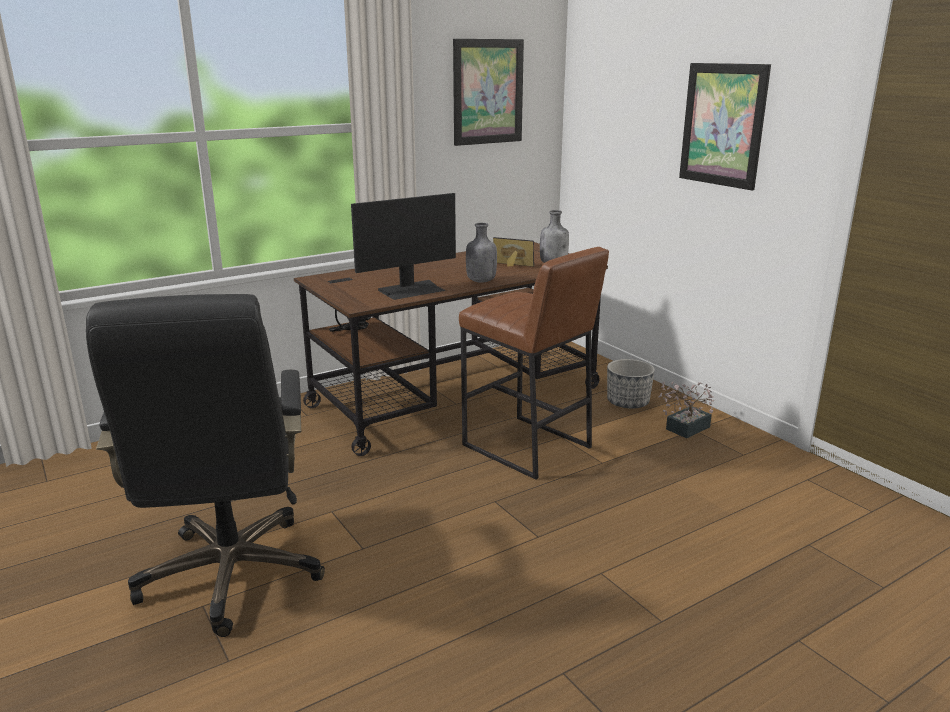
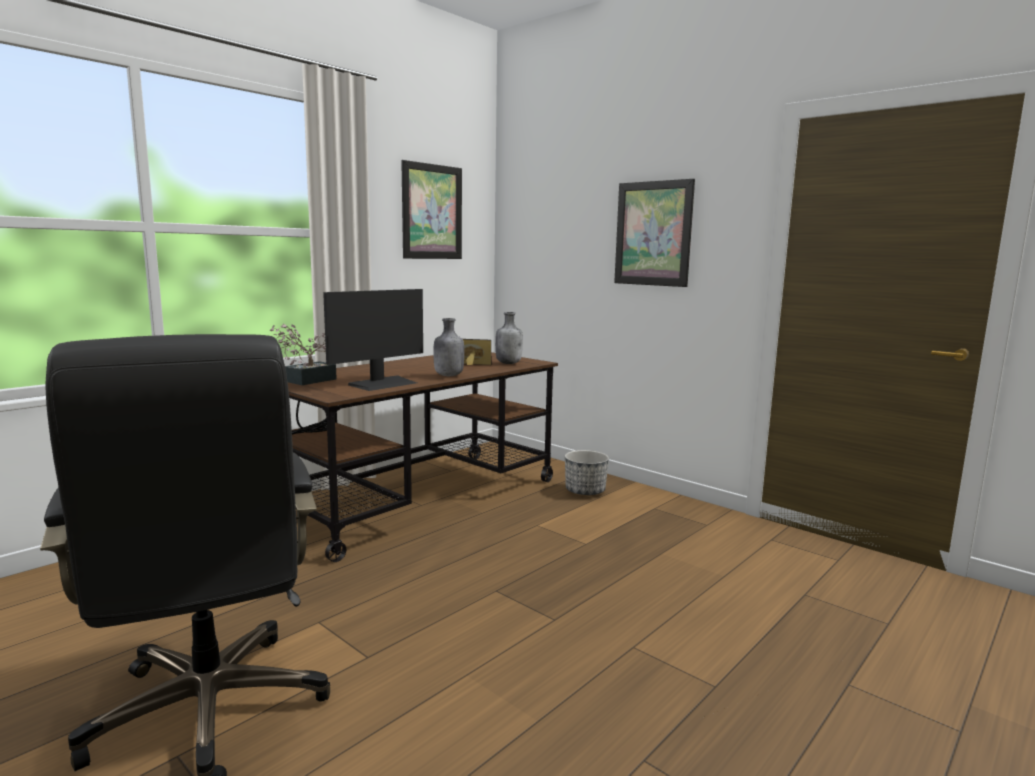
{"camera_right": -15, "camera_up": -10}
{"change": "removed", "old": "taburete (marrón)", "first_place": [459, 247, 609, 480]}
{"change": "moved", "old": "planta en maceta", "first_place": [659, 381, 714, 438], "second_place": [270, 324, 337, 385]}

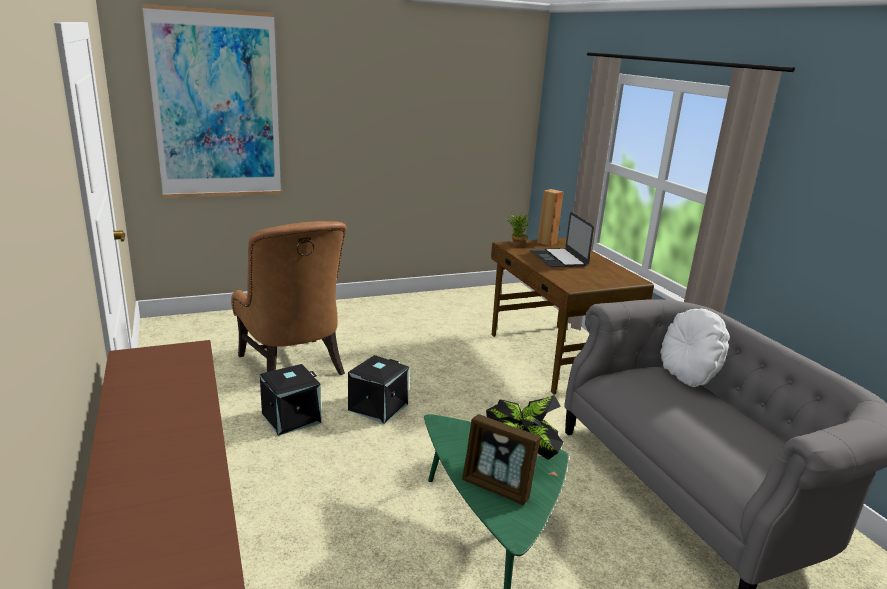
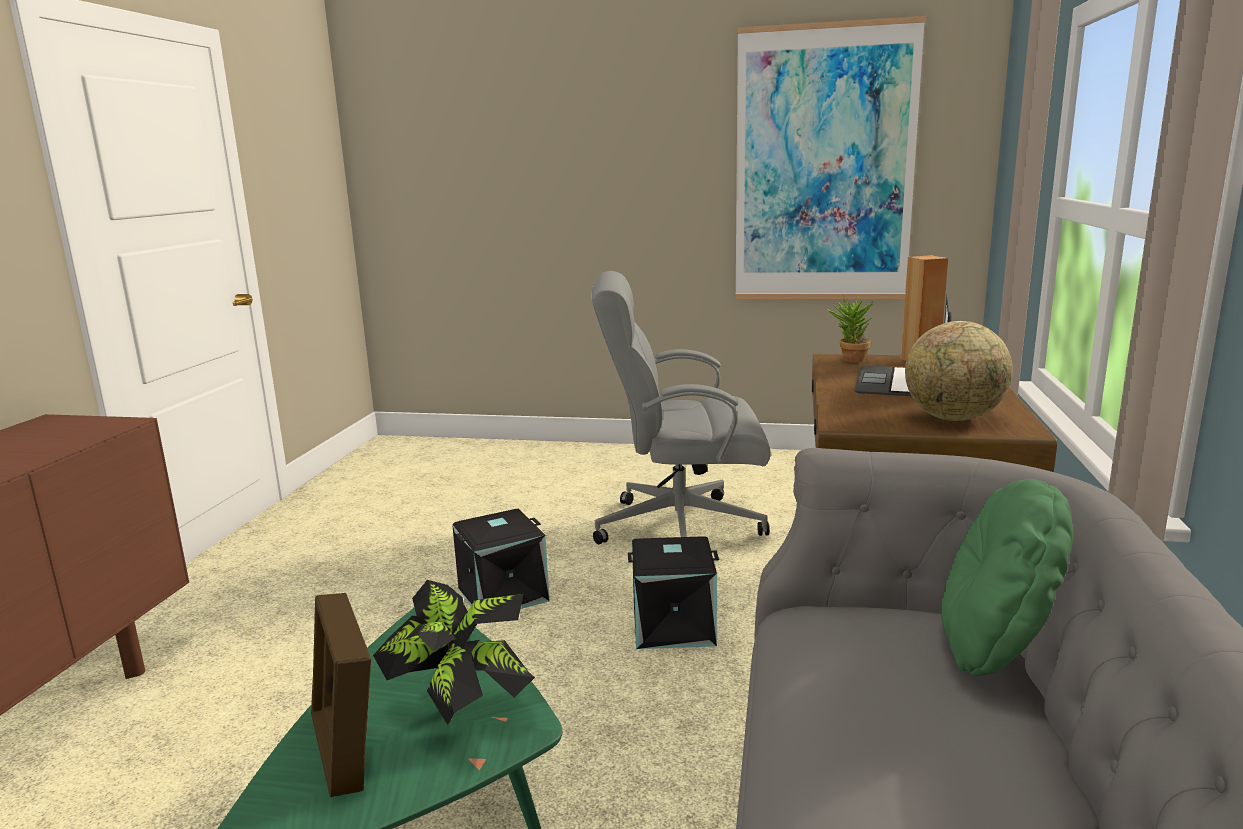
{"camera_right": 35, "camera_up": -5}
{"change": "moved", "old": "cuadro", "first_place": [142, 4, 281, 198], "second_place": [735, 16, 925, 299]}
{"change": "removed", "old": "silla (marrón)", "first_place": [231, 221, 346, 375]}
{"change": "moved", "old": "caja de almacenaje (negro)", "first_place": [260, 364, 321, 436], "second_place": [628, 536, 719, 649]}
{"change": "recoloured", "old": "cojín (blanco)", "new": "cojín (verde)", "first_place": [660, 309, 730, 387], "second_place": [941, 479, 1073, 676]}
{"change": "added", "new": "silla de oficina (gris)", "second_place": [591, 271, 771, 544]}
{"change": "added", "new": "globo terráqueo", "second_place": [905, 321, 1013, 421]}

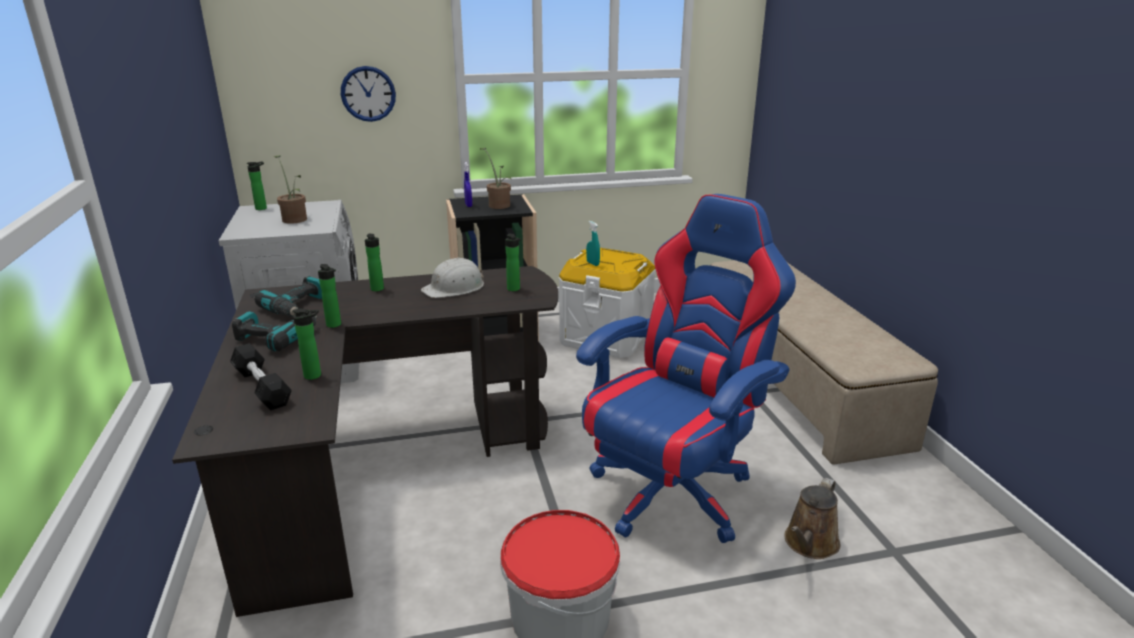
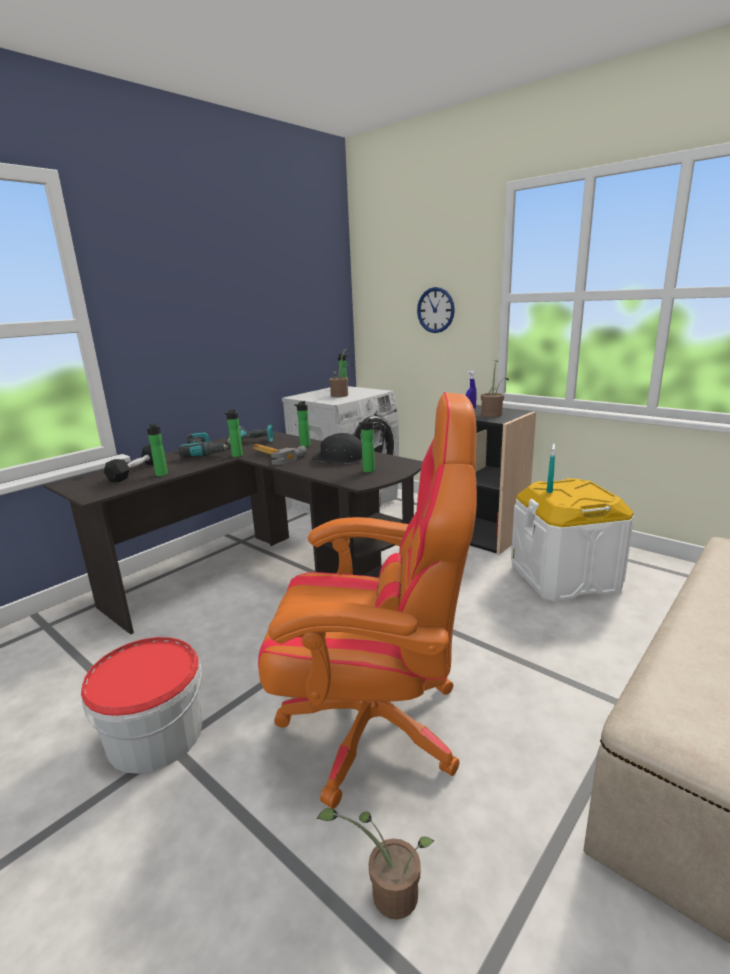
{"camera_right": 55, "camera_up": -5}
{"change": "recoloured", "old": "casco (blanco)", "new": "casco (negro)", "first_place": [421, 257, 484, 298], "second_place": [311, 433, 362, 464]}
{"change": "recoloured", "old": "silla de oficina (azul)", "new": "silla de oficina (naranja)", "first_place": [576, 194, 796, 543], "second_place": [258, 392, 477, 809]}
{"change": "replaced", "old": "regadera (marrón)", "new": "planta en maceta", "first_place": [784, 478, 840, 559], "second_place": [317, 808, 434, 920]}
{"change": "added", "new": "martillo", "second_place": [253, 444, 307, 465]}

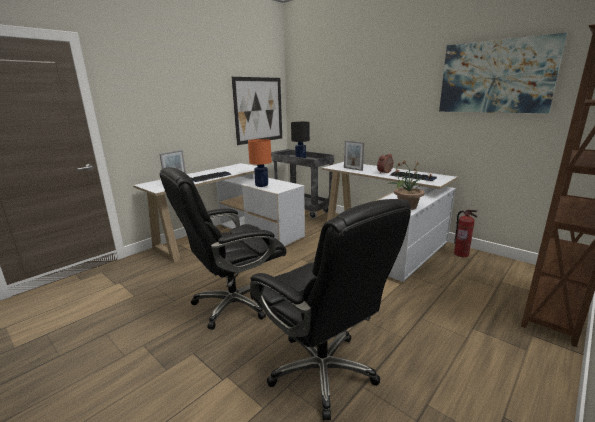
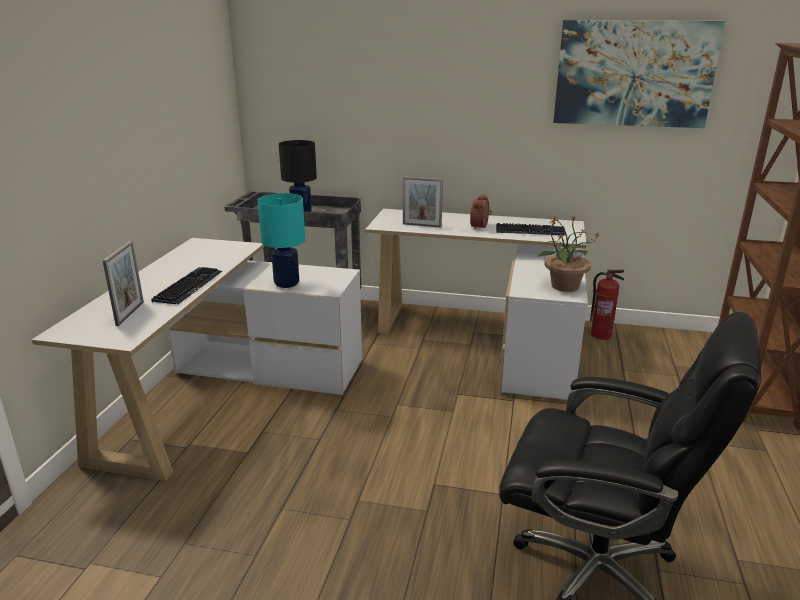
{"camera_right": -30, "camera_up": 5}
{"change": "removed", "old": "silla de oficina (negro)", "first_place": [160, 167, 286, 330]}
{"change": "removed", "old": "cuadro", "first_place": [232, 77, 282, 145]}
{"change": "recoloured", "old": "lámpara de mesa (naranja)", "new": "lámpara de mesa (turquesa)", "first_place": [248, 139, 272, 187], "second_place": [257, 193, 305, 288]}

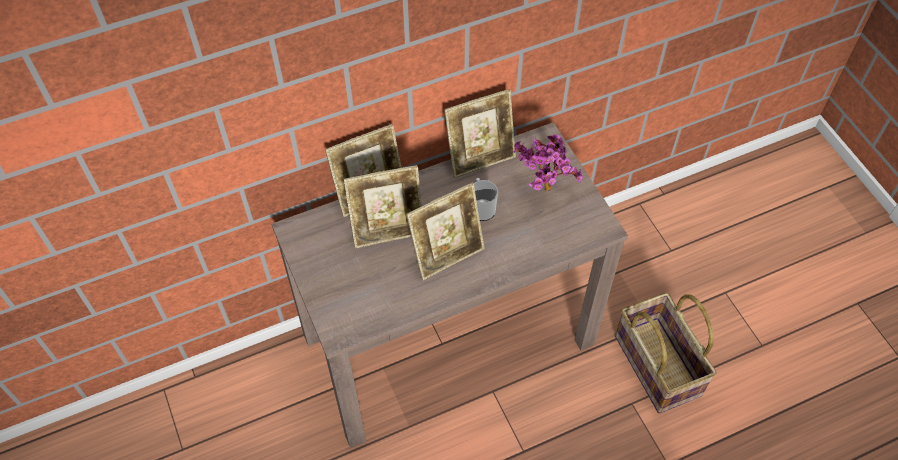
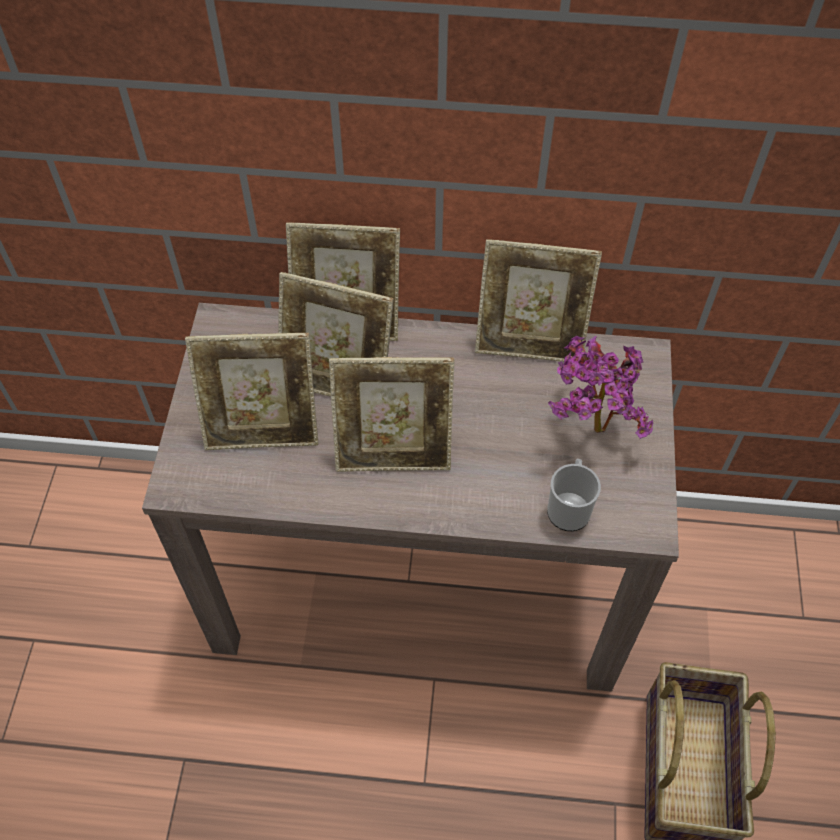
{"camera_right": 30, "camera_up": 0}
{"change": "moved", "old": "taza grande", "first_place": [474, 178, 498, 221], "second_place": [547, 459, 601, 531]}
{"change": "added", "new": "portarretratos", "second_place": [185, 333, 319, 450]}

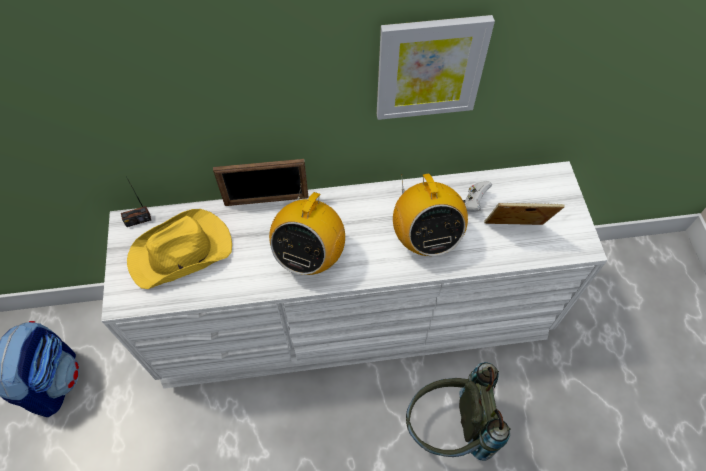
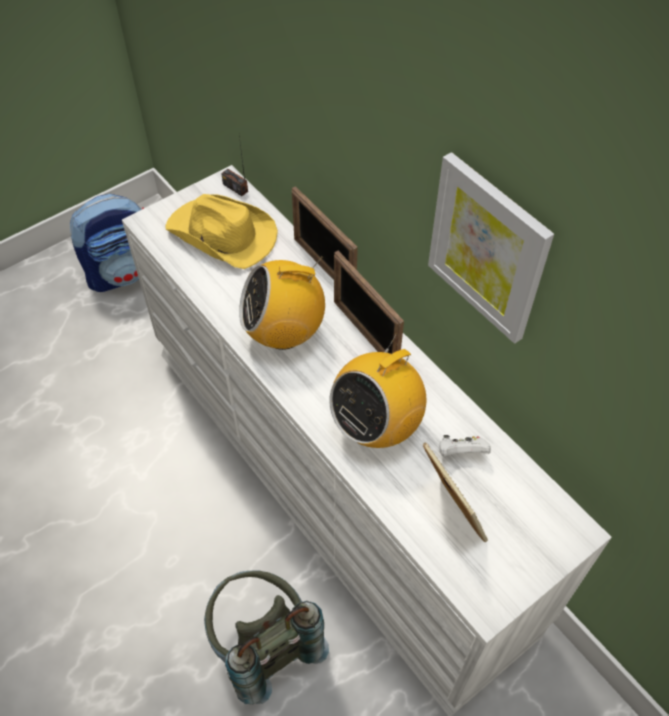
{"camera_right": 60, "camera_up": -5}
{"change": "added", "new": "portarretratos", "second_place": [334, 250, 404, 354]}

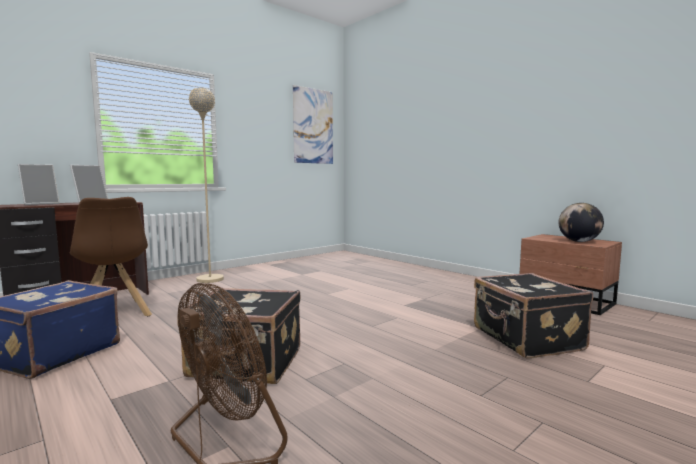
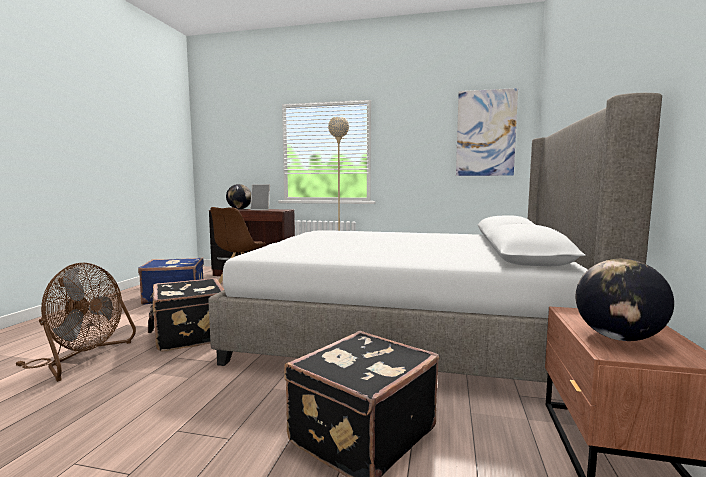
{"camera_right": 55, "camera_up": 0}
{"change": "replaced", "old": "portarretratos", "new": "globo terráqueo", "first_place": [18, 164, 60, 205], "second_place": [226, 184, 251, 209]}
{"change": "added", "new": "cama", "second_place": [208, 93, 662, 383]}

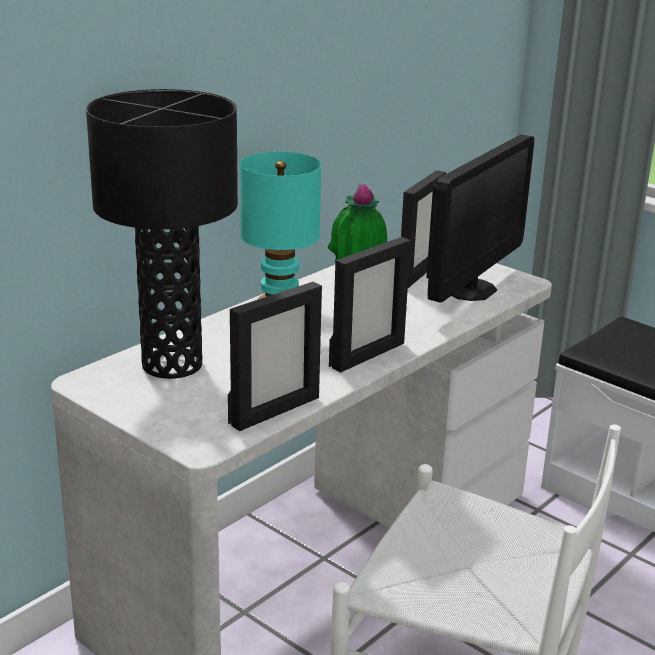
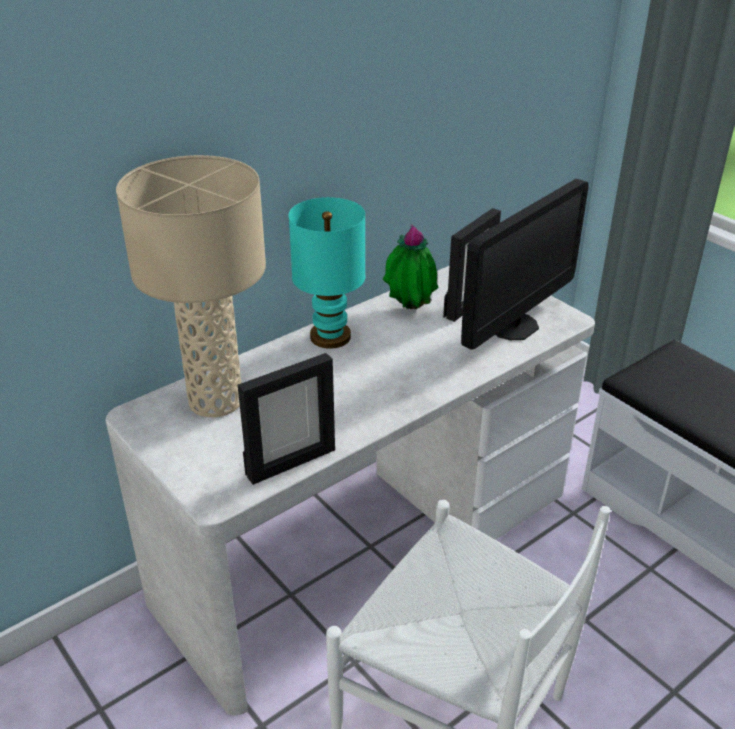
{"camera_right": 10, "camera_up": 10}
{"change": "recoloured", "old": "lámpara de mesa (negro)", "new": "lámpara de mesa (beis)", "first_place": [86, 89, 238, 379], "second_place": [116, 155, 266, 417]}
{"change": "removed", "old": "portarretratos", "first_place": [329, 237, 411, 372]}

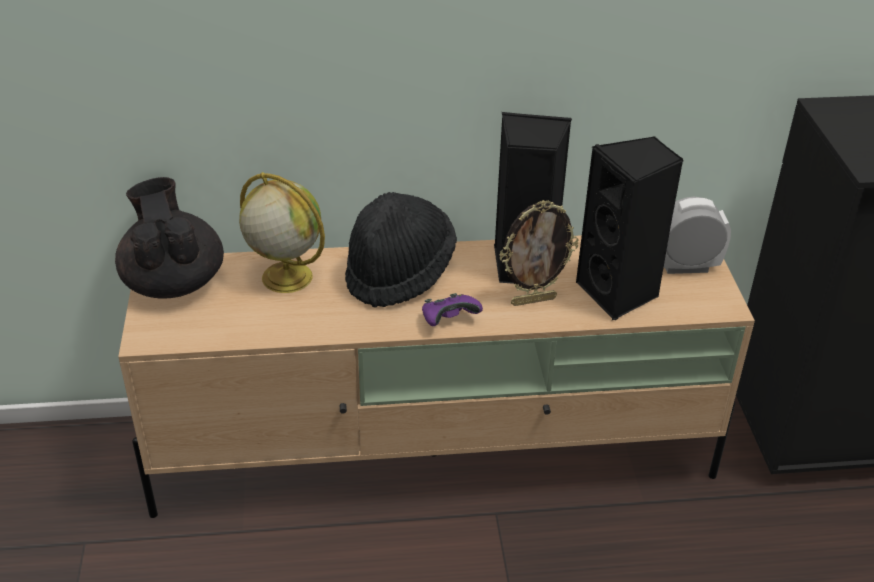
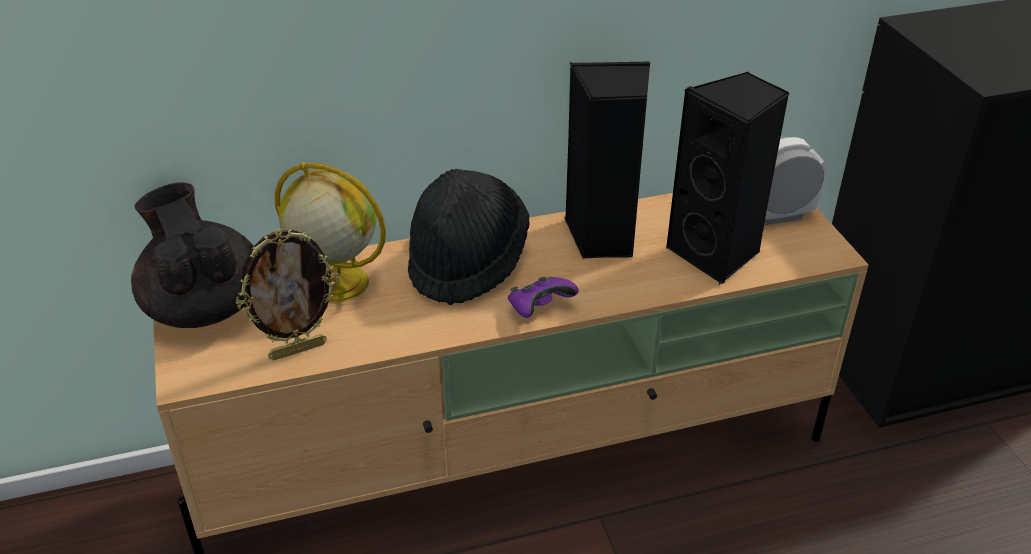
{"camera_right": -10, "camera_up": 0}
{"change": "moved", "old": "portarretratos", "first_place": [499, 200, 579, 306], "second_place": [236, 229, 339, 360]}

